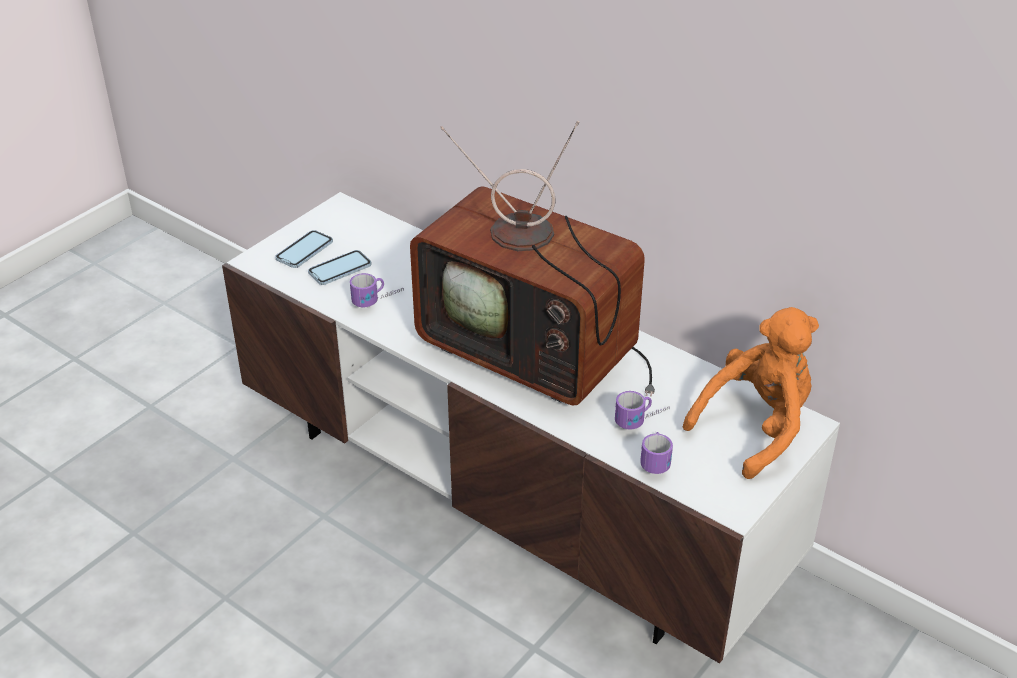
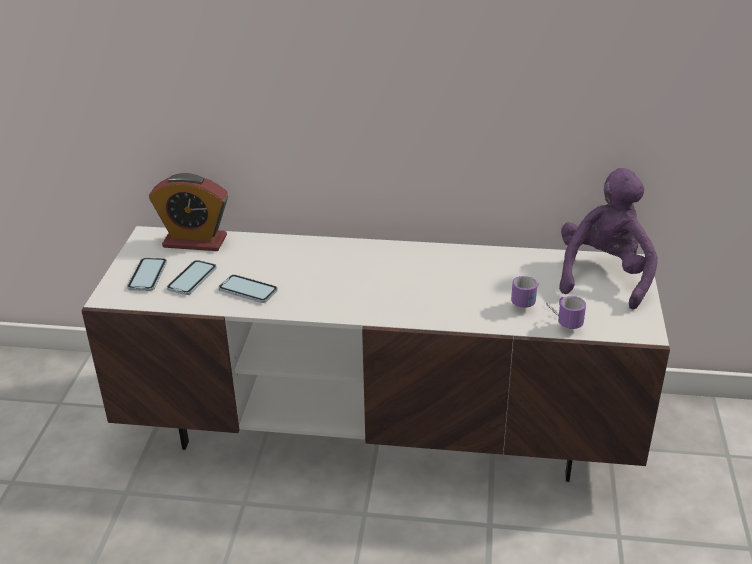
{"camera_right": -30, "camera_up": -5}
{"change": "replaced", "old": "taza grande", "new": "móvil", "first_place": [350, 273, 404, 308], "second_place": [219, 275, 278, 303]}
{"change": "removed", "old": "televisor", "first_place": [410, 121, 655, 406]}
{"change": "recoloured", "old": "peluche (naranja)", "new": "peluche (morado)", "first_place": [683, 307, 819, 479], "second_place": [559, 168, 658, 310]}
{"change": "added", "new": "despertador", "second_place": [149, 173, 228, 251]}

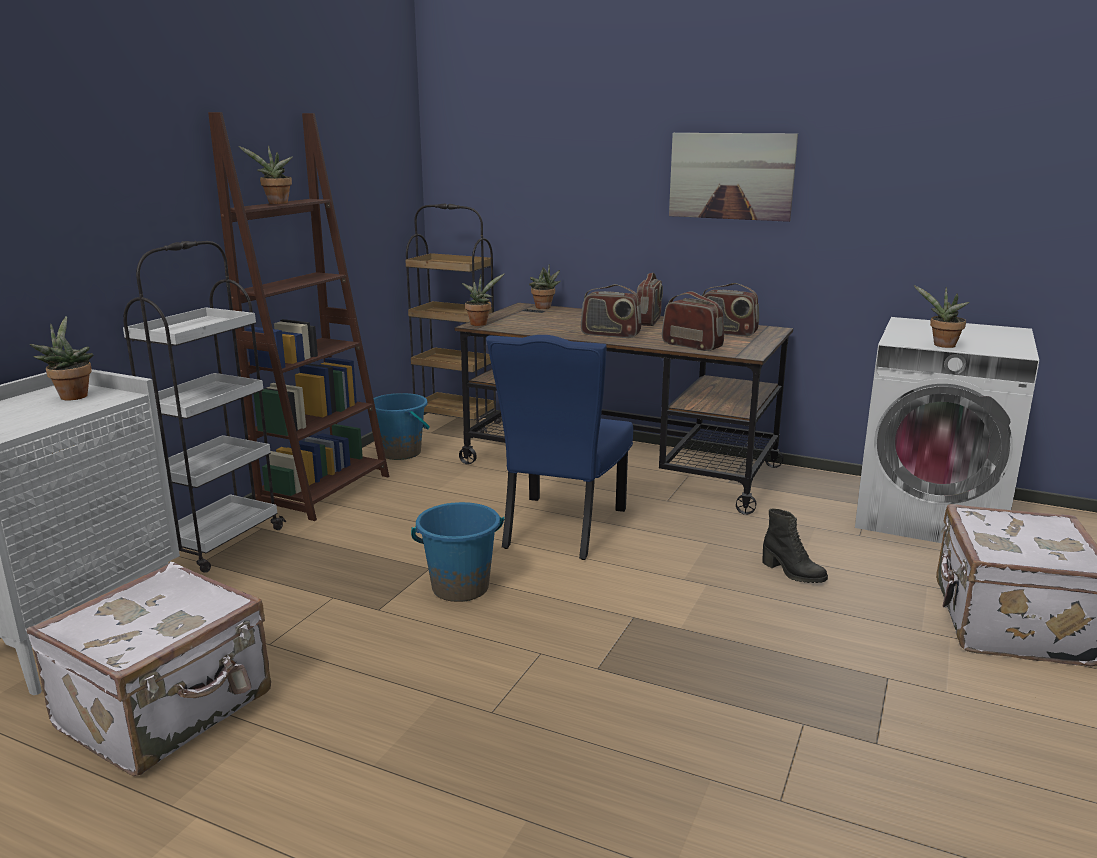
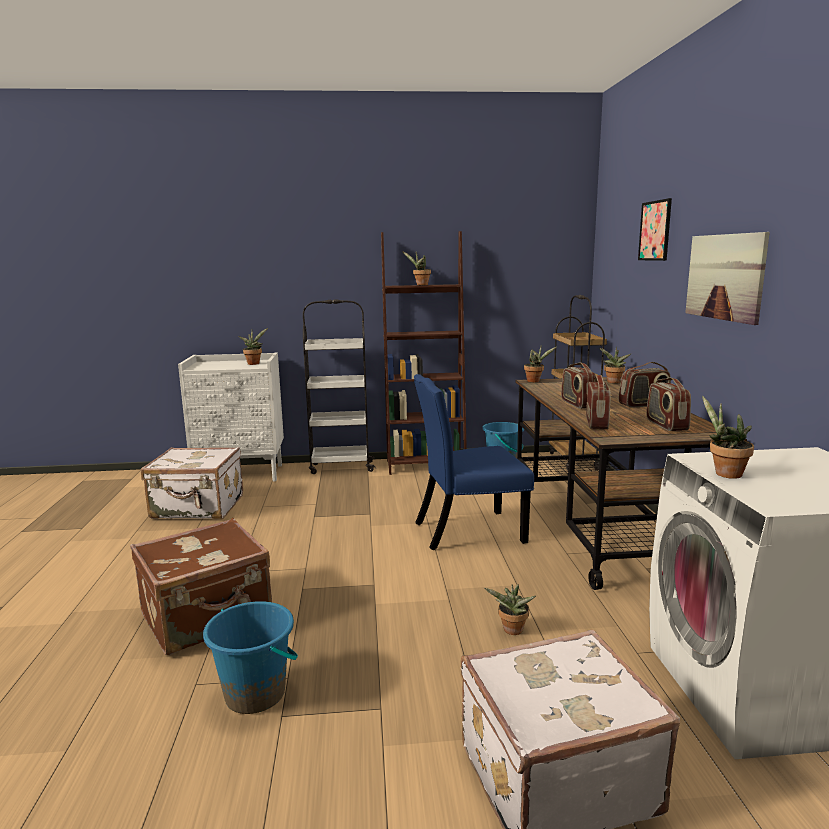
{"camera_right": 60, "camera_up": -5}
{"change": "moved", "old": "cubo (azul)", "first_place": [411, 502, 504, 602], "second_place": [203, 601, 298, 714]}
{"change": "replaced", "old": "bota (negro)", "new": "planta en maceta", "first_place": [762, 509, 828, 583], "second_place": [484, 584, 536, 635]}
{"change": "added", "new": "maleta (marrón)", "second_place": [130, 518, 272, 655]}
{"change": "added", "new": "cuadro", "second_place": [638, 198, 672, 261]}

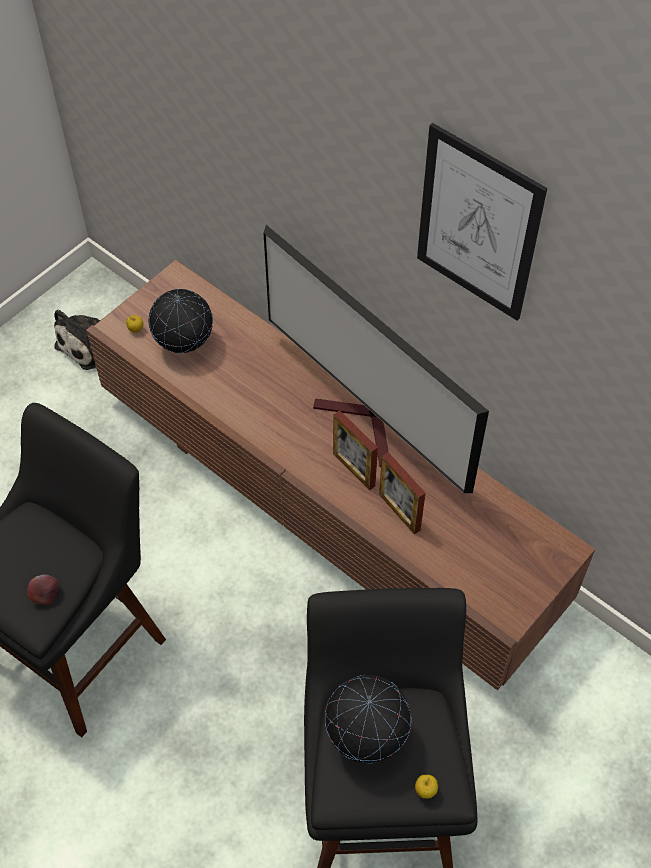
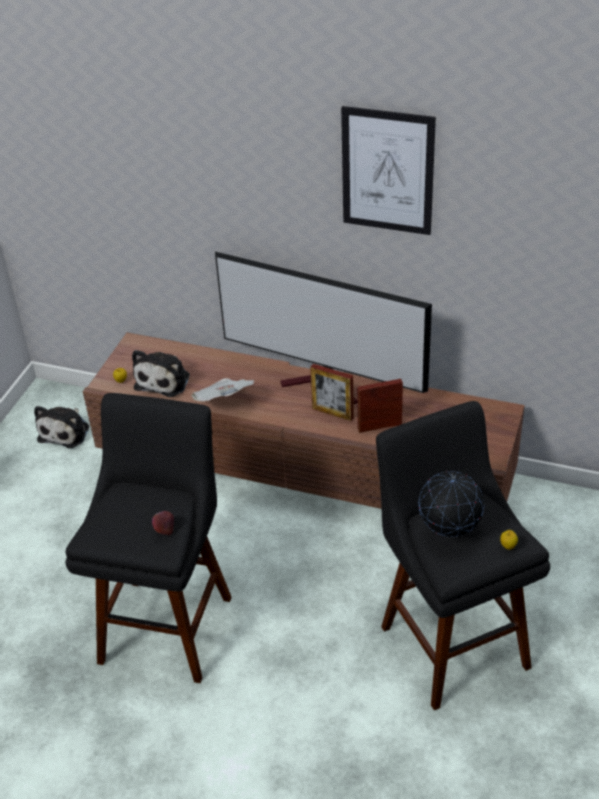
{"camera_right": -20, "camera_up": -15}
{"change": "replaced", "old": "globo terráqueo", "new": "peluche", "first_place": [148, 289, 213, 353], "second_place": [132, 350, 190, 397]}
{"change": "turned", "old": "portarretratos", "first_place": [379, 452, 426, 535], "second_place": [357, 379, 403, 433], "degrees": 135}
{"change": "added", "new": "periódico", "second_place": [191, 378, 254, 401]}

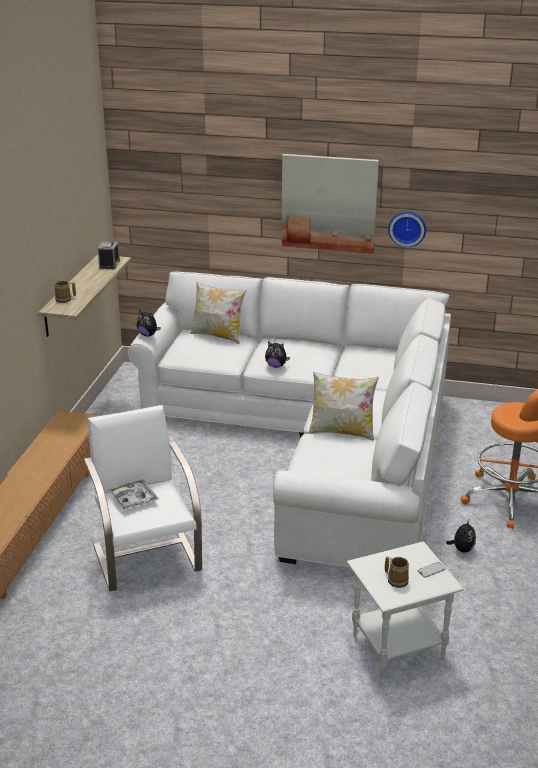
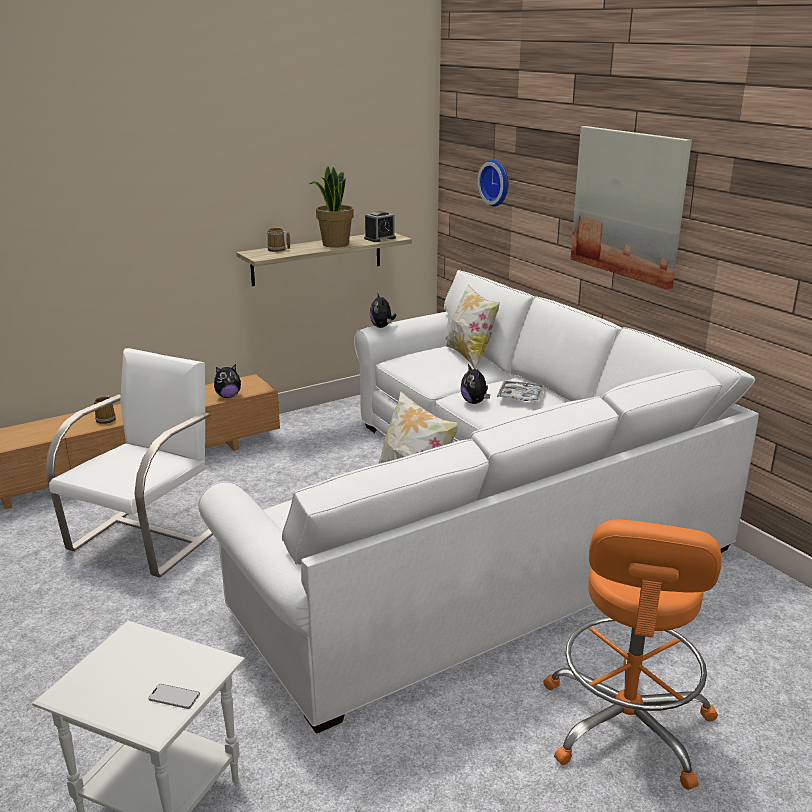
{"camera_right": 45, "camera_up": -5}
{"change": "moved", "old": "bandeja", "first_place": [108, 480, 159, 510], "second_place": [497, 380, 545, 402]}
{"change": "moved", "old": "taza grande", "first_place": [385, 556, 409, 588], "second_place": [94, 395, 116, 424]}
{"change": "moved", "old": "reloj de pared", "first_place": [388, 211, 426, 247], "second_place": [477, 159, 508, 207]}
{"change": "moved", "old": "peluche", "first_place": [446, 520, 476, 553], "second_place": [214, 364, 241, 398]}
{"change": "added", "new": "planta en maceta", "second_place": [310, 166, 354, 248]}

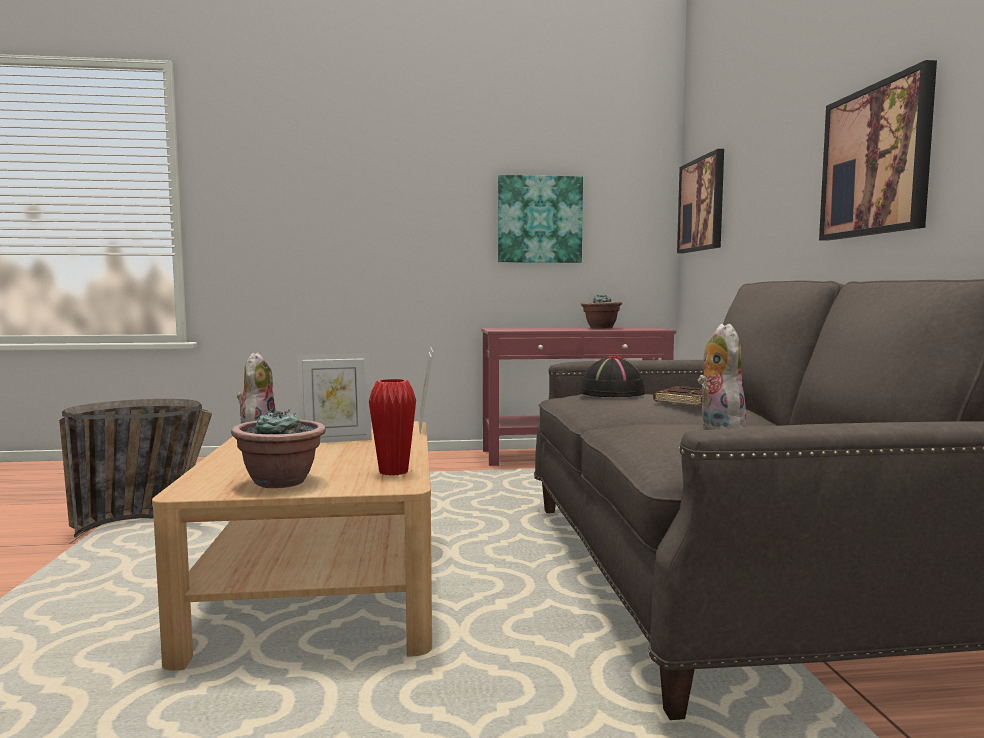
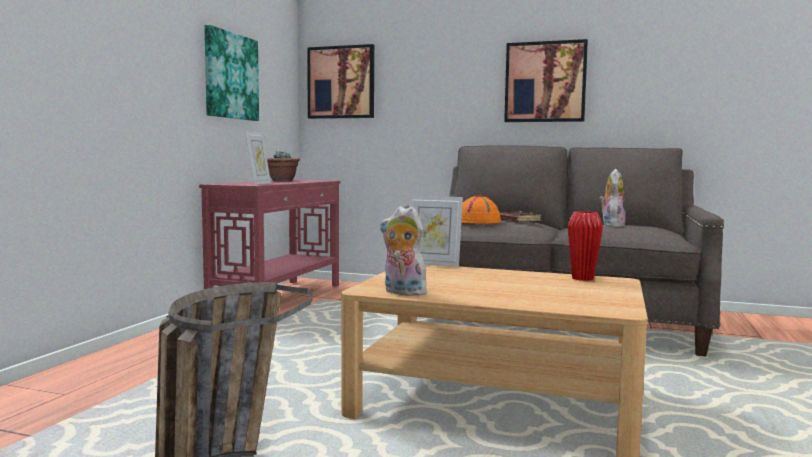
{"camera_right": -65, "camera_up": 0}
{"change": "removed", "old": "planta en maceta", "first_place": [231, 410, 326, 488]}
{"change": "moved", "old": "portarretratos", "first_place": [297, 353, 372, 443], "second_place": [245, 131, 271, 185]}
{"change": "recoloured", "old": "sombrero (negro)", "new": "sombrero (naranja)", "first_place": [579, 356, 645, 397], "second_place": [461, 195, 501, 224]}
{"change": "turned", "old": "peluche", "first_place": [697, 324, 747, 430], "second_place": [599, 169, 626, 227], "degrees": 90}

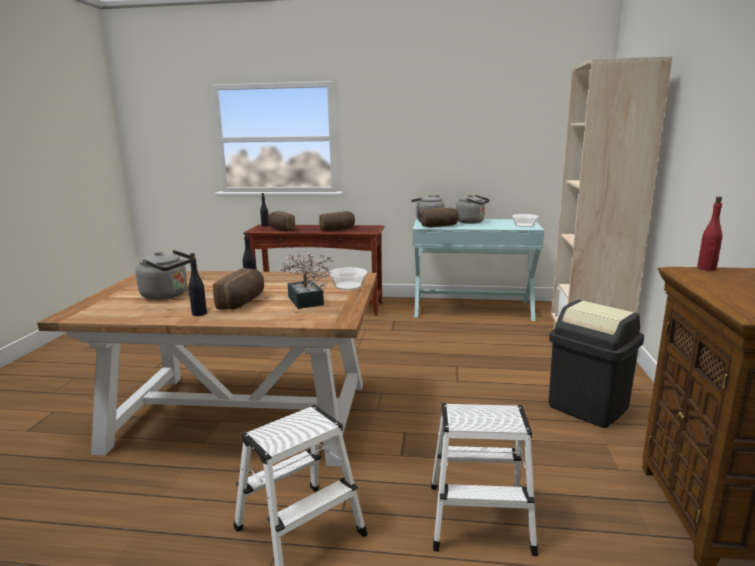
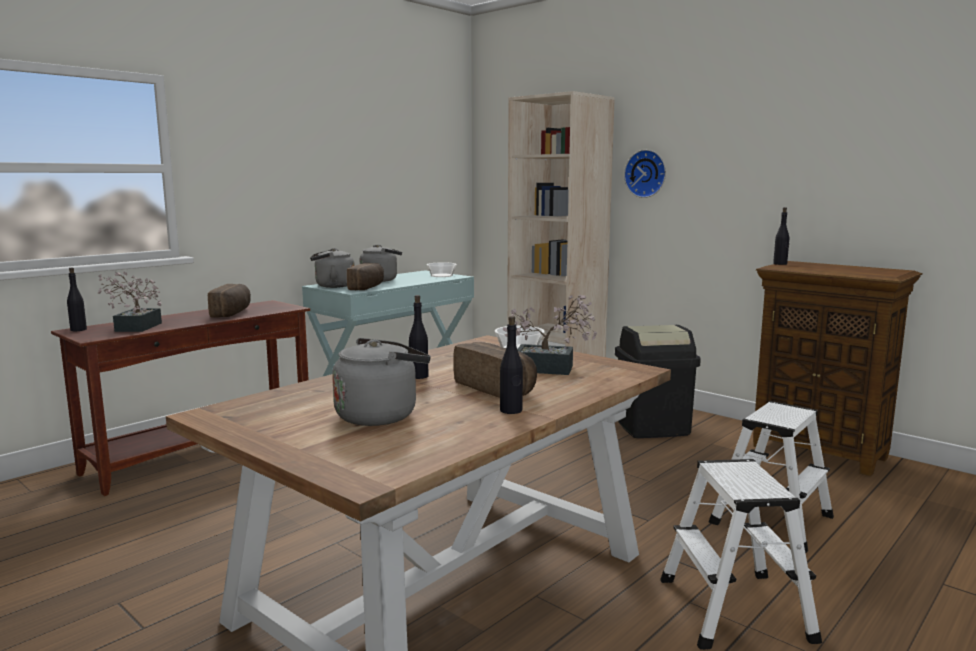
{"camera_right": -55, "camera_up": -5}
{"change": "replaced", "old": "pan", "new": "planta en maceta", "first_place": [268, 211, 295, 231], "second_place": [98, 271, 162, 332]}
{"change": "recoloured", "old": "botella (rojo)", "new": "botella (negro)", "first_place": [697, 196, 722, 271], "second_place": [773, 207, 789, 265]}
{"change": "added", "new": "reloj de pared", "second_place": [624, 150, 666, 198]}

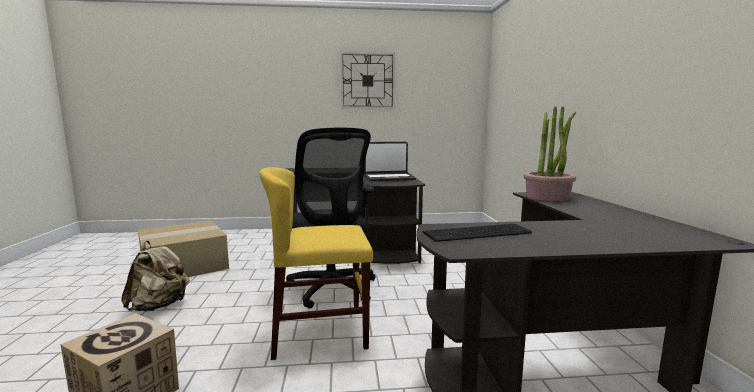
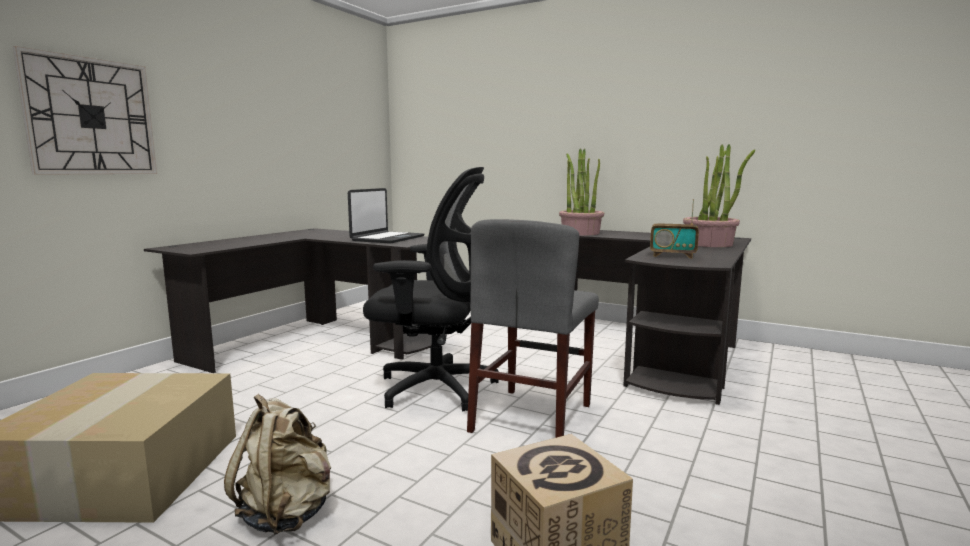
{"camera_right": -55, "camera_up": 0}
{"change": "recoloured", "old": "silla (amarillo)", "new": "silla (gris)", "first_place": [259, 167, 373, 360], "second_place": [467, 219, 599, 438]}
{"change": "moved", "old": "reloj de pared", "first_place": [340, 52, 395, 109], "second_place": [13, 46, 157, 175]}
{"change": "replaced", "old": "teclado", "new": "radio", "first_place": [423, 224, 532, 242], "second_place": [650, 199, 699, 258]}
{"change": "added", "new": "planta en maceta", "second_place": [683, 144, 755, 247]}

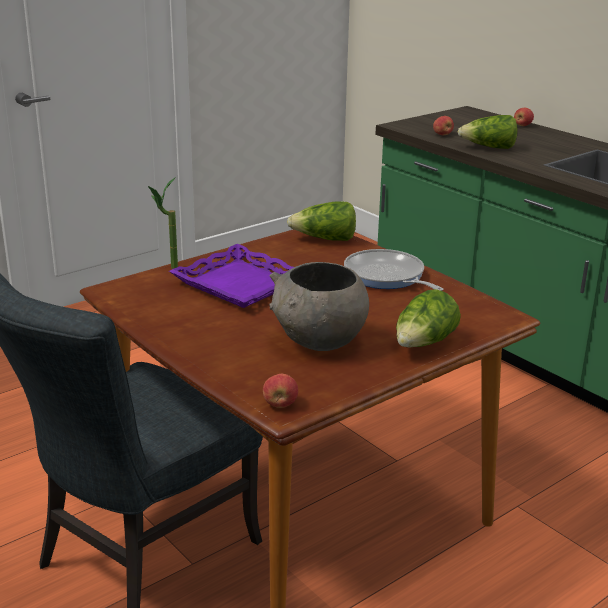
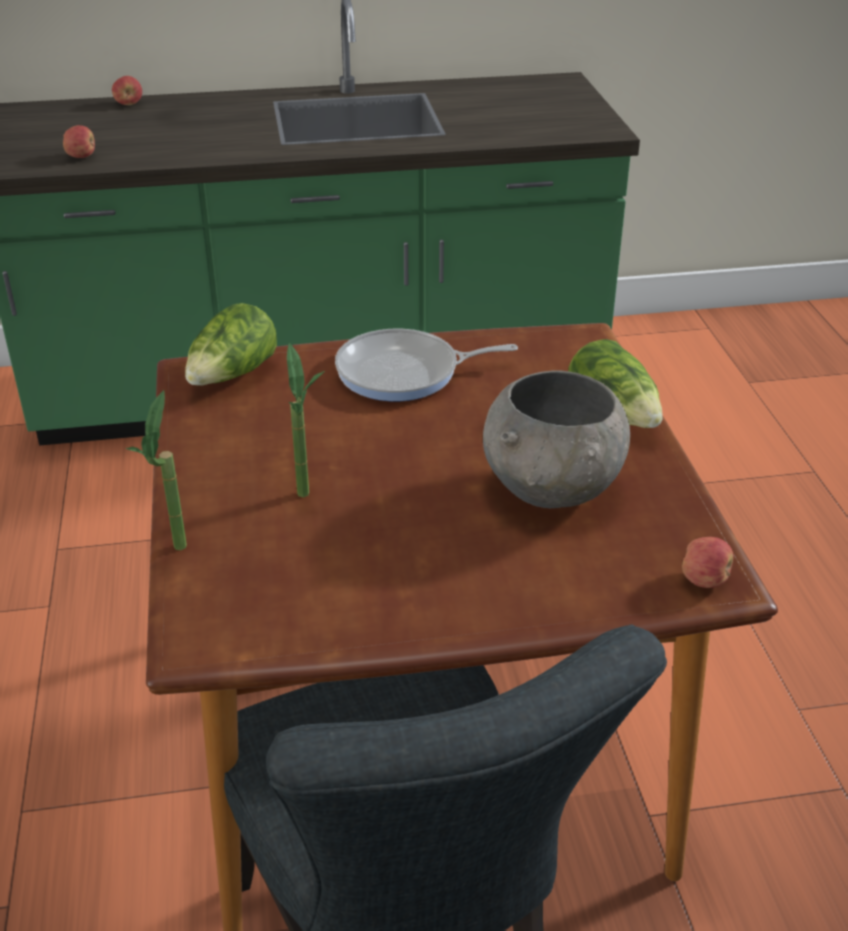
{"camera_right": -60, "camera_up": 10}
{"change": "replaced", "old": "bandeja (morado)", "new": "planta en maceta", "first_place": [169, 244, 294, 308], "second_place": [287, 342, 325, 497]}
{"change": "removed", "old": "lechuga", "first_place": [458, 115, 518, 149]}

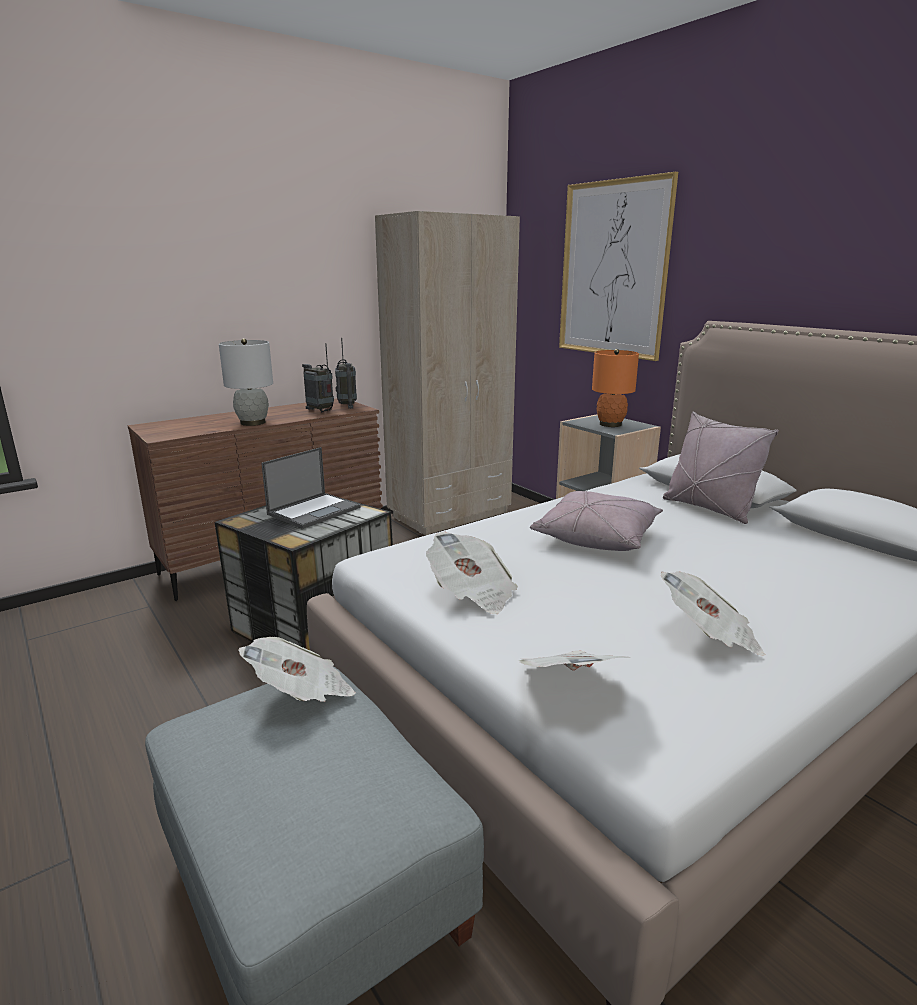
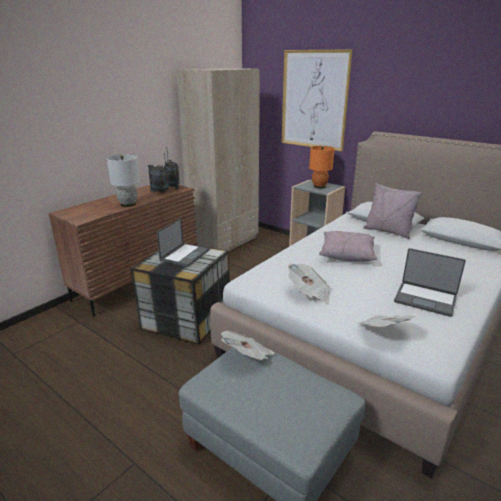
{"camera_right": -15, "camera_up": 5}
{"change": "replaced", "old": "periódico", "new": "portátil", "first_place": [660, 571, 766, 656], "second_place": [394, 248, 466, 317]}

